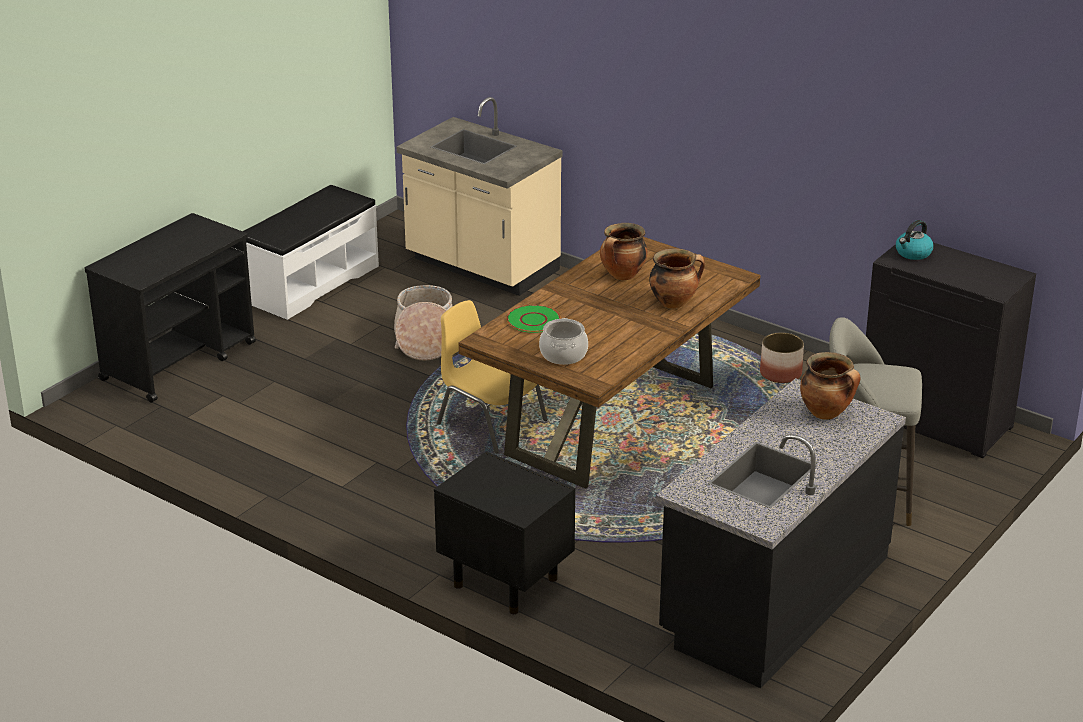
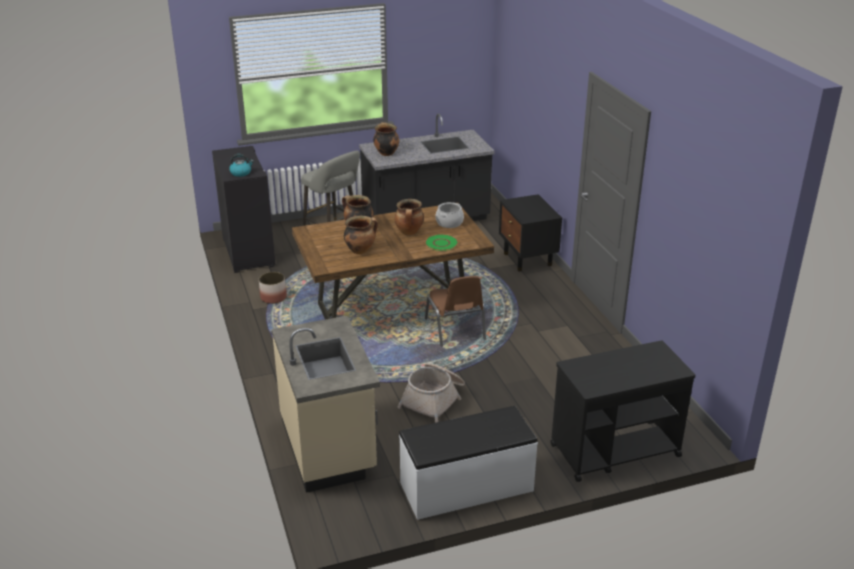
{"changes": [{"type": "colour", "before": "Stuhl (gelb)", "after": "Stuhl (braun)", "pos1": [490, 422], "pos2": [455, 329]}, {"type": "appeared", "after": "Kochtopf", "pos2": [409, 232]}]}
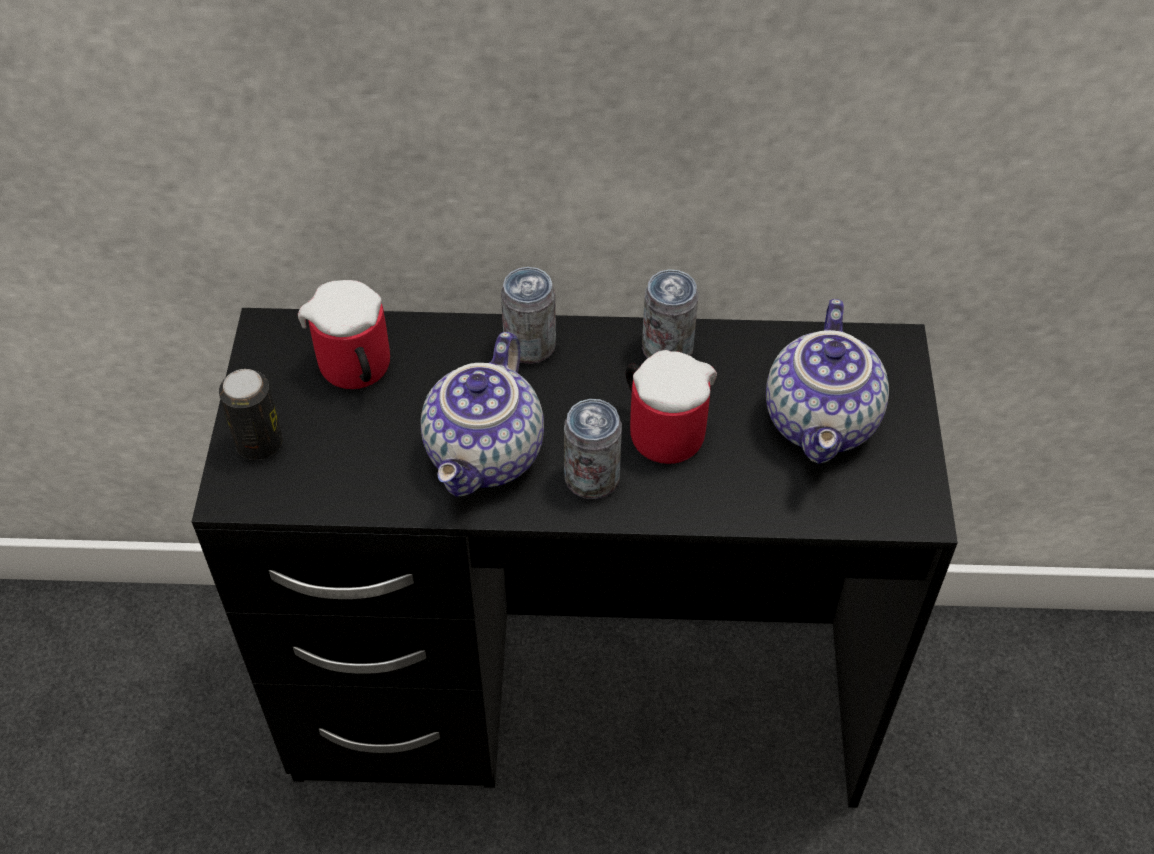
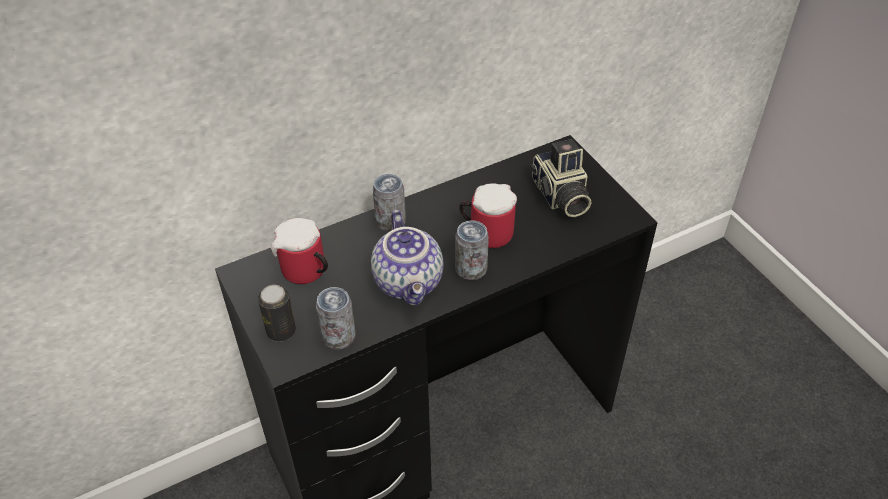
{"changes": [{"type": "relocated", "before": "Dose", "pos1": [667, 349], "pos2": [338, 337]}, {"type": "exchanged", "before": "Teekanne", "after": "Kamera", "pos1": [823, 423], "pos2": [559, 196]}]}
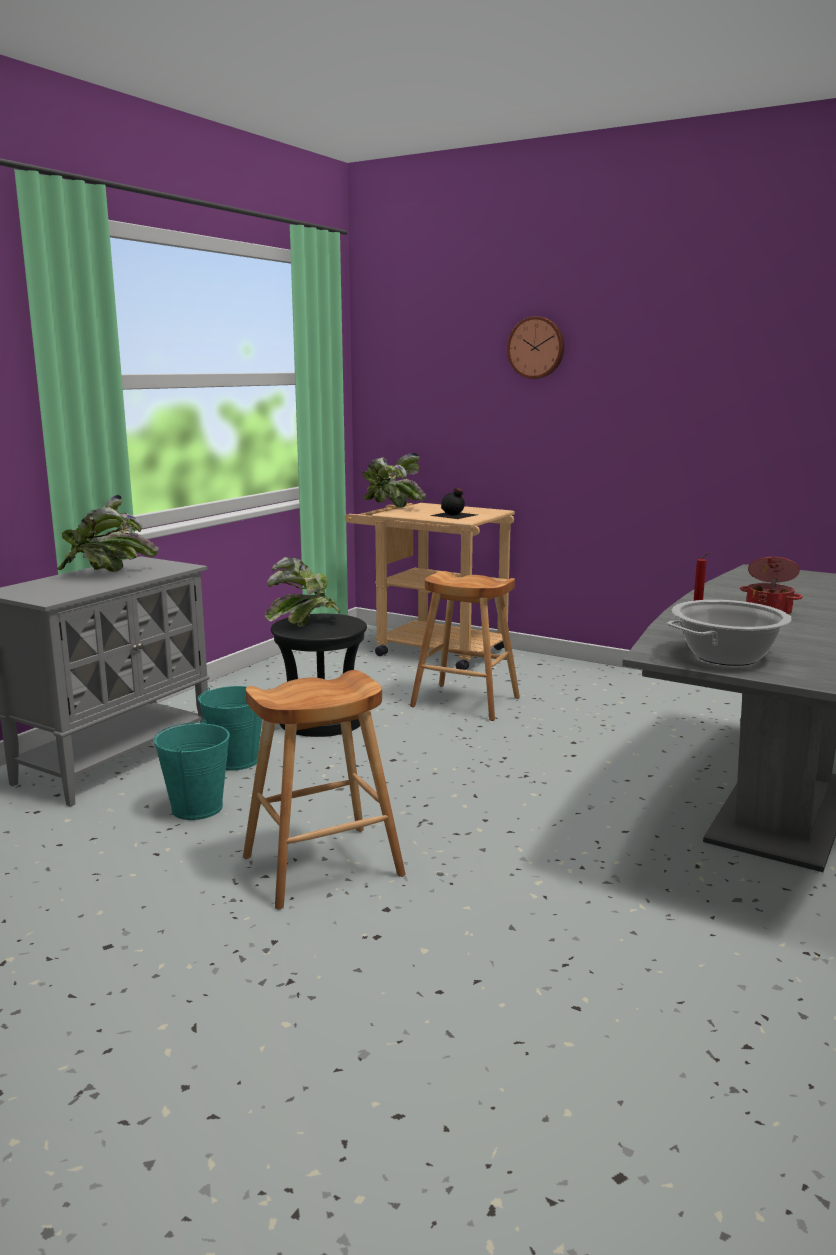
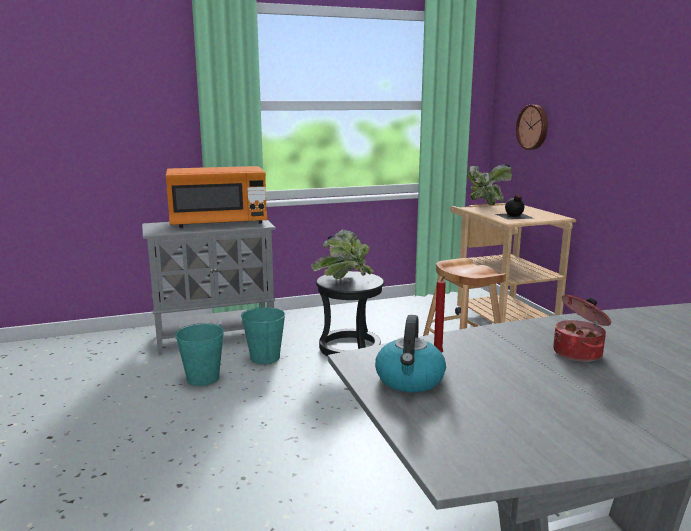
{"changes": [{"type": "relocated", "before": "Wanduhr", "pos1": [536, 347], "pos2": [533, 127]}, {"type": "exchanged", "before": "Topfpflanze", "after": "Mikrowelle (orange)", "pos1": [108, 574], "pos2": [218, 223]}, {"type": "exchanged", "before": "Kochtopf", "after": "Wasserkessel", "pos1": [726, 656], "pos2": [410, 380]}, {"type": "missing", "before": "Hocker (braun)", "pos1": [323, 866]}]}
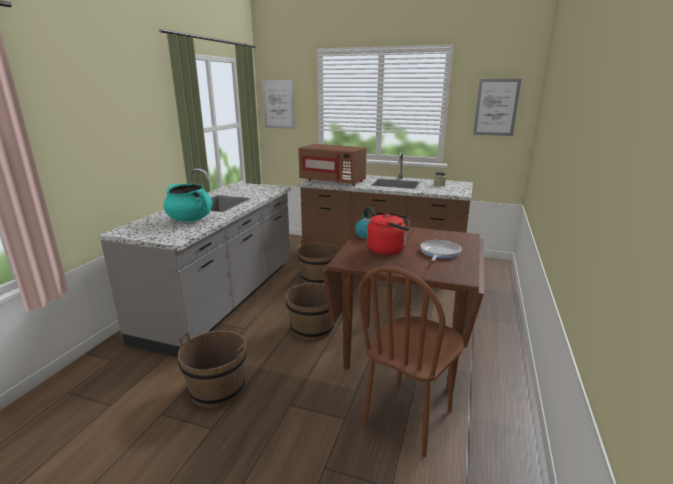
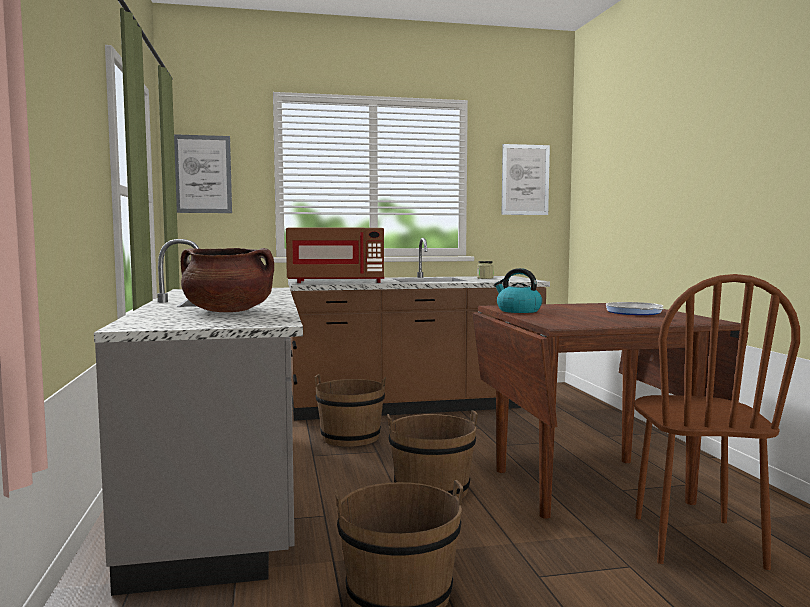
{"changes": [{"type": "colour", "before": "Kochtopf (türkis)", "after": "Kochtopf (braun)", "pos1": [190, 219], "pos2": [228, 311]}, {"type": "missing", "before": "Wasserkessel (rot)", "pos1": [388, 250]}]}
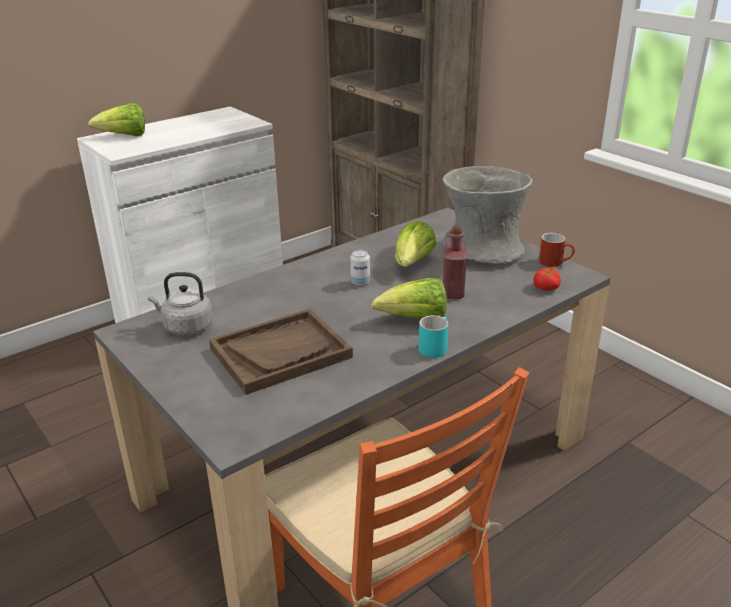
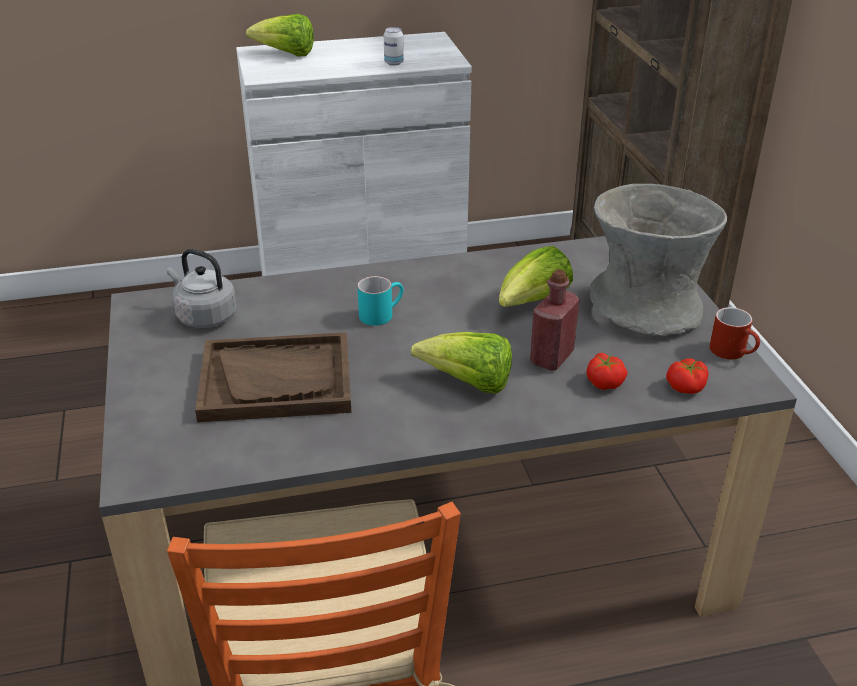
{"changes": [{"type": "relocated", "before": "Dose", "pos1": [360, 282], "pos2": [394, 63]}, {"type": "relocated", "before": "Henkelbecher (türkis)", "pos1": [434, 346], "pos2": [381, 314]}, {"type": "appeared", "after": "Tomate", "pos2": [605, 382]}]}
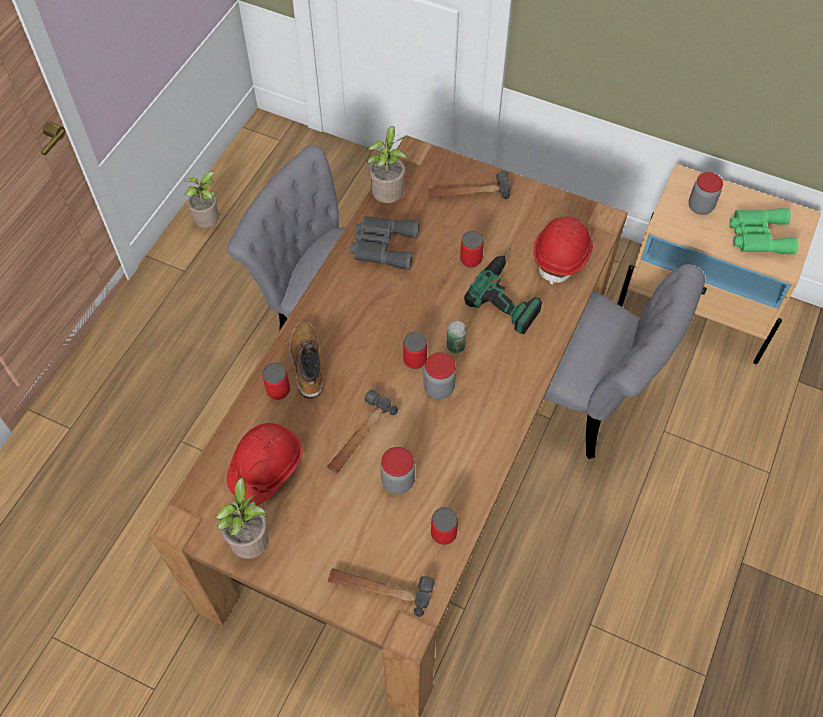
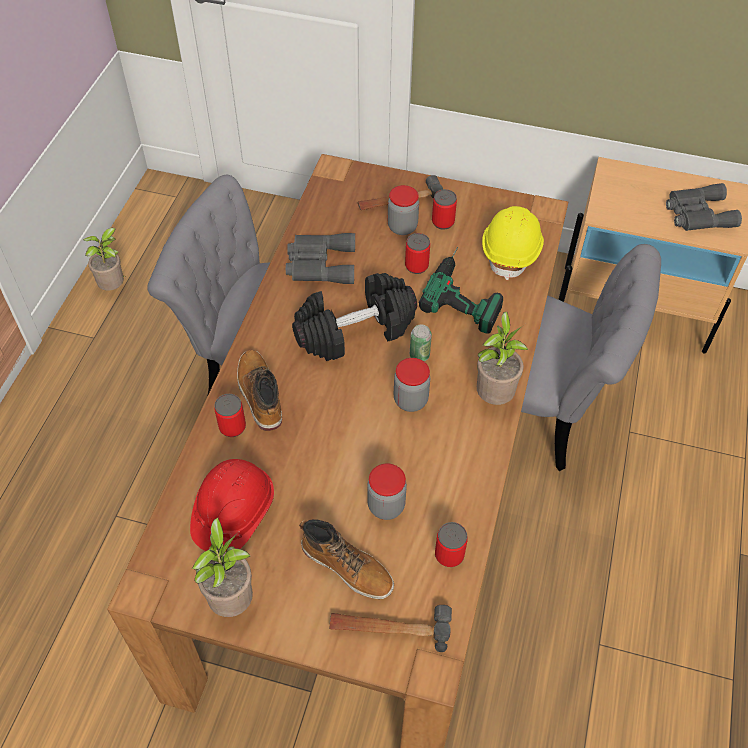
{"changes": [{"type": "relocated", "before": "Topfpflanze", "pos1": [388, 198], "pos2": [494, 396]}, {"type": "relocated", "before": "Vorratsglas", "pos1": [700, 207], "pos2": [402, 227]}, {"type": "colour", "before": "Fernglas (grün)", "after": "Fernglas (grau)", "pos1": [758, 235], "pos2": [697, 214]}, {"type": "colour", "before": "Schutzhelm (rot)", "after": "Schutzhelm (gelb)", "pos1": [562, 256], "pos2": [511, 251]}, {"type": "relocated", "before": "Dose", "pos1": [415, 360], "pos2": [443, 222]}, {"type": "missing", "before": "Hammer", "pos1": [359, 436]}, {"type": "appeared", "after": "Hantel (schwarz)", "pos2": [355, 330]}, {"type": "appeared", "after": "Stiefel", "pos2": [347, 566]}]}
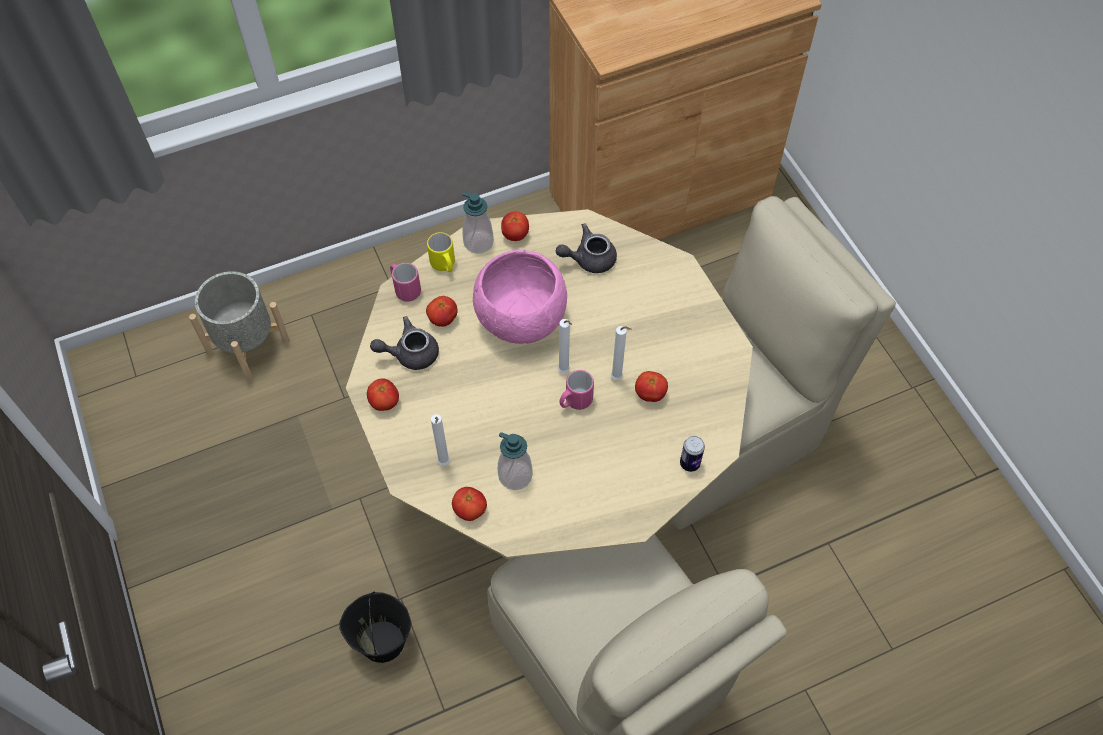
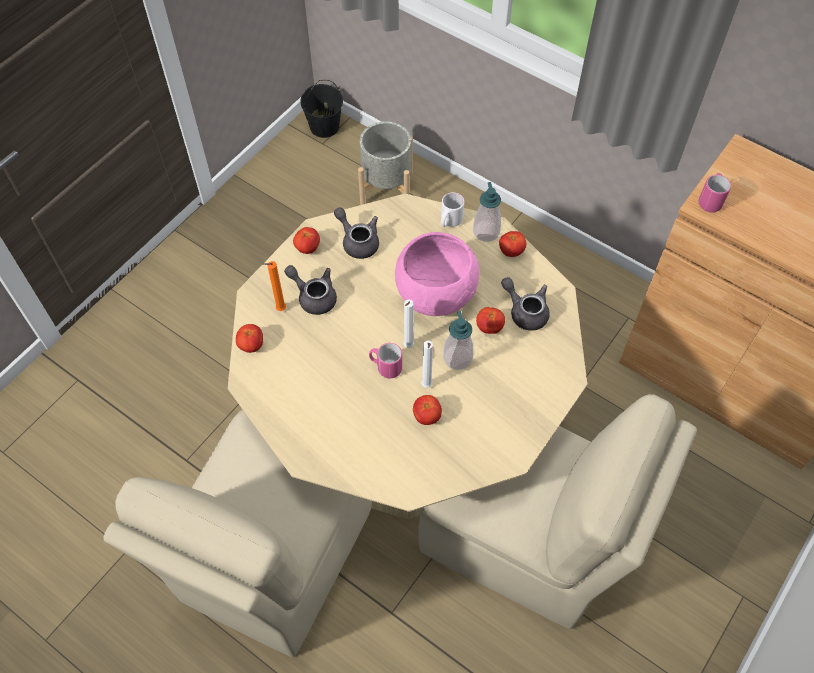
{"changes": [{"type": "colour", "before": "Henkelbecher (gelb)", "after": "Henkelbecher (weiß)", "pos1": [444, 265], "pos2": [449, 222]}, {"type": "relocated", "before": "Henkelbecher (rosa)", "pos1": [405, 289], "pos2": [710, 200]}, {"type": "relocated", "before": "Tomate", "pos1": [443, 319], "pos2": [489, 327]}, {"type": "colour", "before": "Kerze (weiß)", "after": "Kerze (orange)", "pos1": [444, 464], "pos2": [279, 310]}, {"type": "relocated", "before": "Seifenspender", "pos1": [515, 475], "pos2": [457, 358]}, {"type": "missing", "before": "Dose", "pos1": [689, 463]}, {"type": "relocated", "before": "Eimer (schwarz)", "pos1": [382, 641], "pos2": [324, 126]}, {"type": "appeared", "after": "Teekanne (grau)", "pos2": [314, 296]}]}
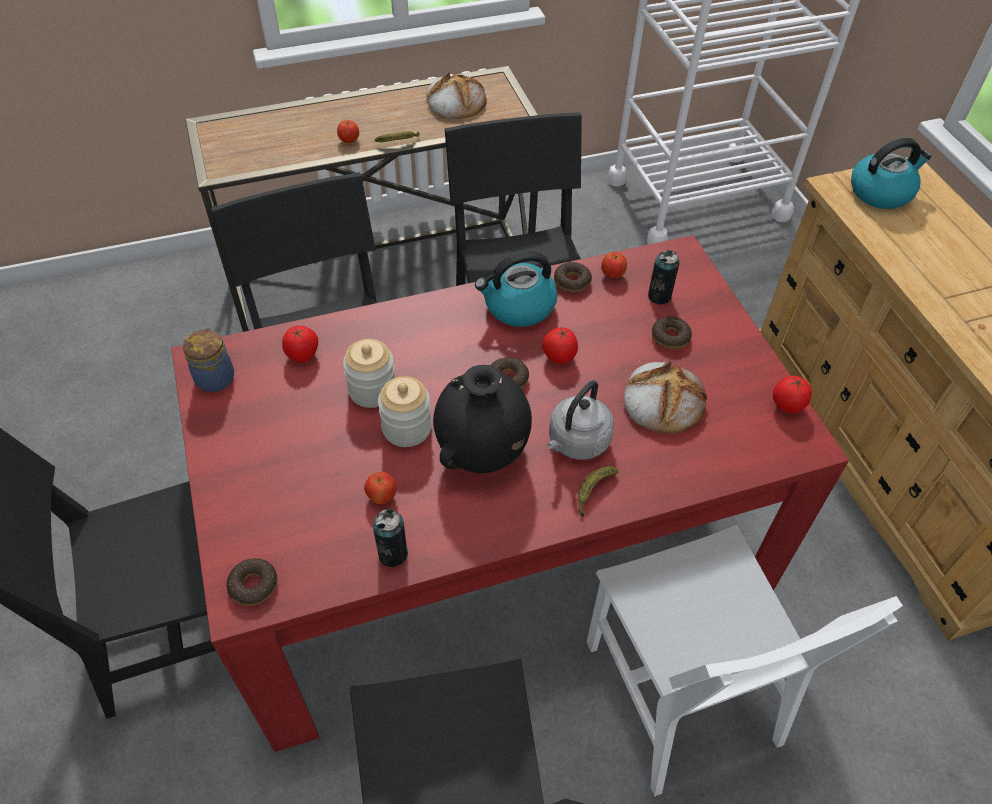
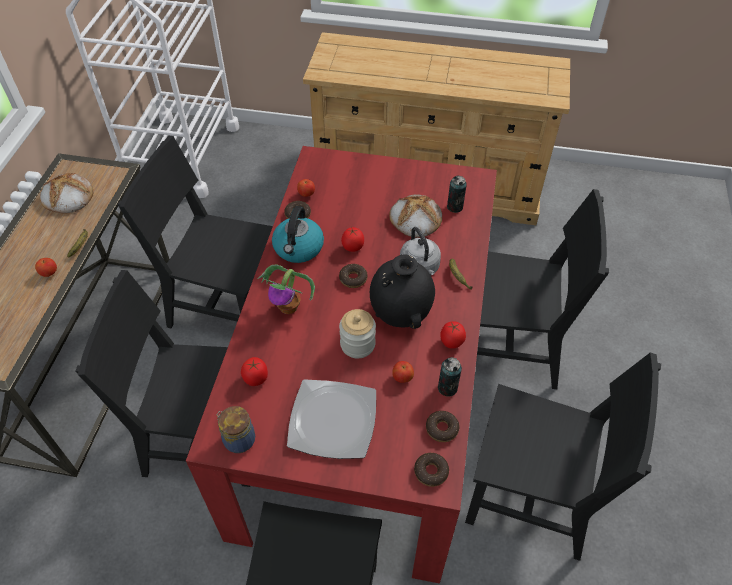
{"changes": [{"type": "missing", "before": "Wasserkessel", "pos1": [881, 192]}, {"type": "relocated", "before": "Dose", "pos1": [659, 296], "pos2": [455, 207]}, {"type": "relocated", "before": "Donut", "pos1": [670, 337], "pos2": [442, 429]}, {"type": "missing", "before": "Vorratsglas", "pos1": [372, 390]}, {"type": "relocated", "before": "Tomate", "pos1": [786, 405], "pos2": [451, 342]}, {"type": "colour", "before": "Stuhl (weiß)", "after": "Stuhl (schwarz)", "pos1": [681, 692], "pos2": [508, 347]}, {"type": "appeared", "after": "Topfpflanze", "pos2": [289, 307]}, {"type": "appeared", "after": "Teller", "pos2": [333, 421]}]}
